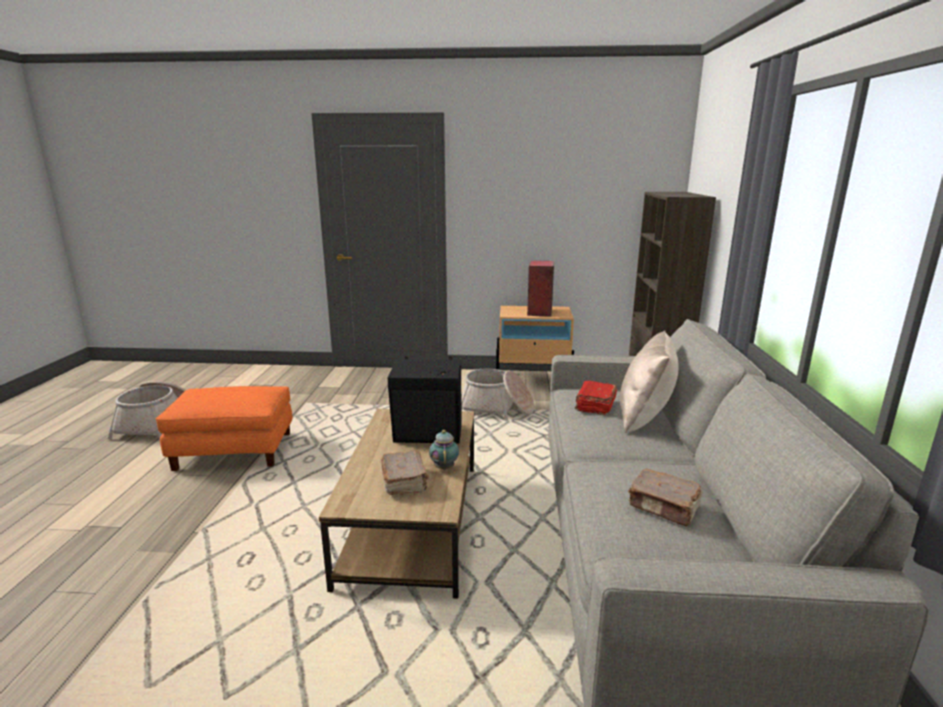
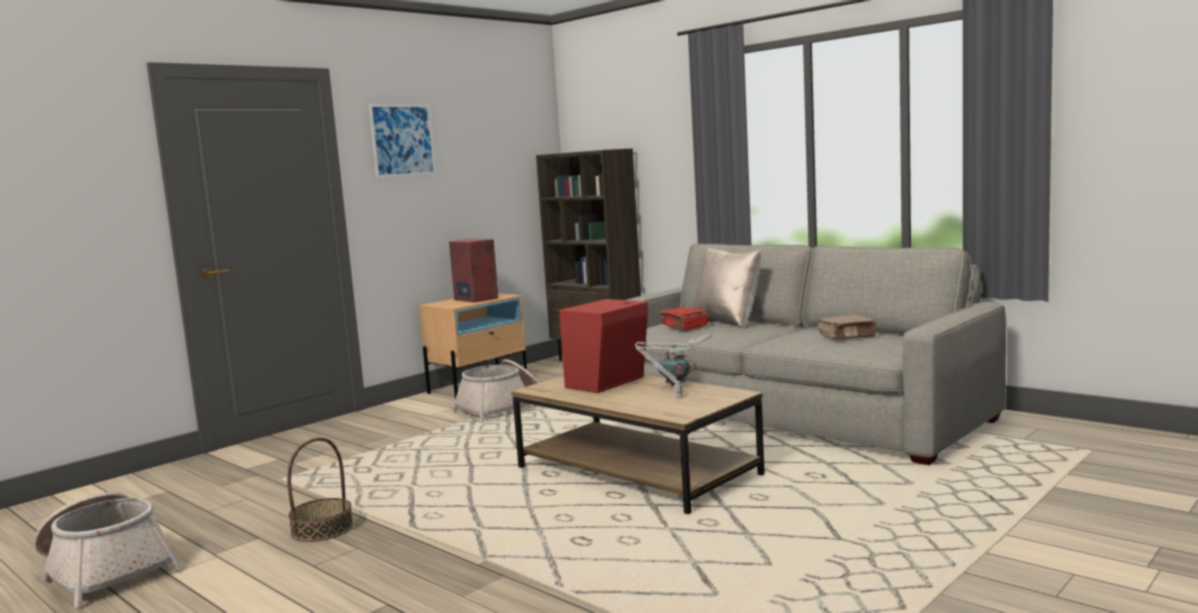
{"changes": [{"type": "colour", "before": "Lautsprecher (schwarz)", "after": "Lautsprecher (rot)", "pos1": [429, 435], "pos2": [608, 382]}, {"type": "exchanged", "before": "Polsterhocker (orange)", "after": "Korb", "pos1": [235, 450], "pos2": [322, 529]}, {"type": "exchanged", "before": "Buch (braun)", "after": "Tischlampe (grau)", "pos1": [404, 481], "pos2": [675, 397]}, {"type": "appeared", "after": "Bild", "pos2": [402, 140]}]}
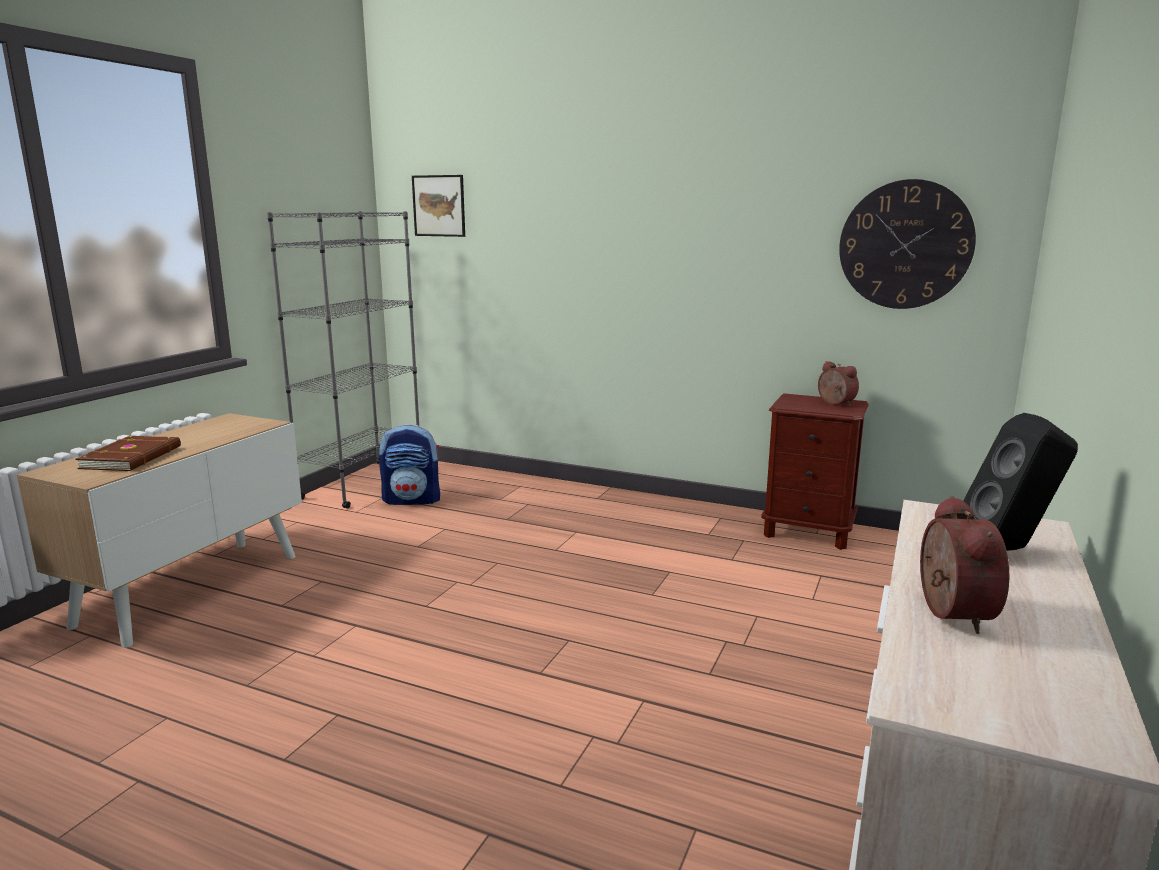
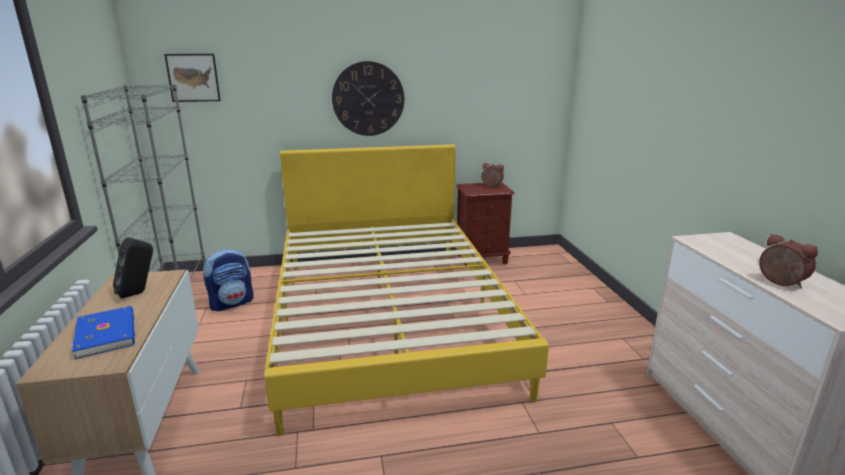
{"changes": [{"type": "relocated", "before": "Wanduhr", "pos1": [905, 245], "pos2": [368, 99]}, {"type": "relocated", "before": "Lautsprecher (schwarz)", "pos1": [1009, 549], "pos2": [139, 293]}, {"type": "colour", "before": "Buch (braun)", "after": "Buch (blau)", "pos1": [133, 457], "pos2": [108, 334]}, {"type": "appeared", "after": "Bett (gelb)", "pos2": [389, 318]}]}
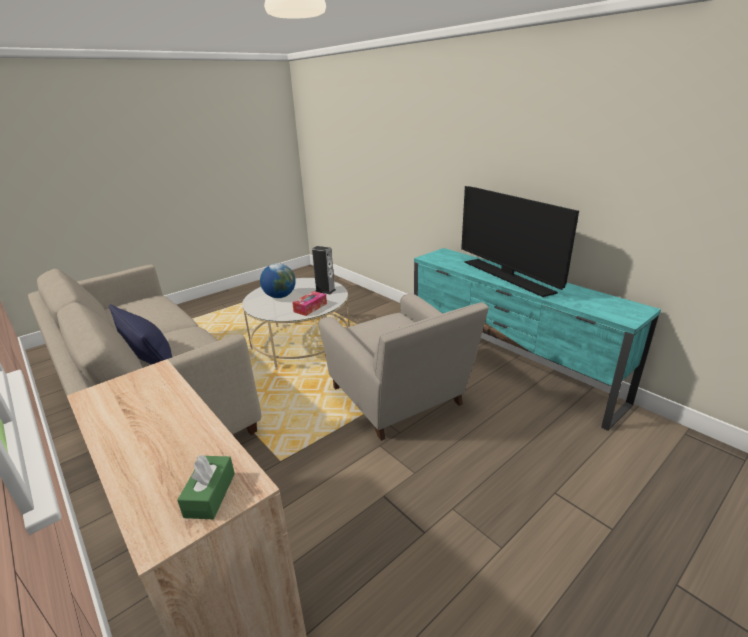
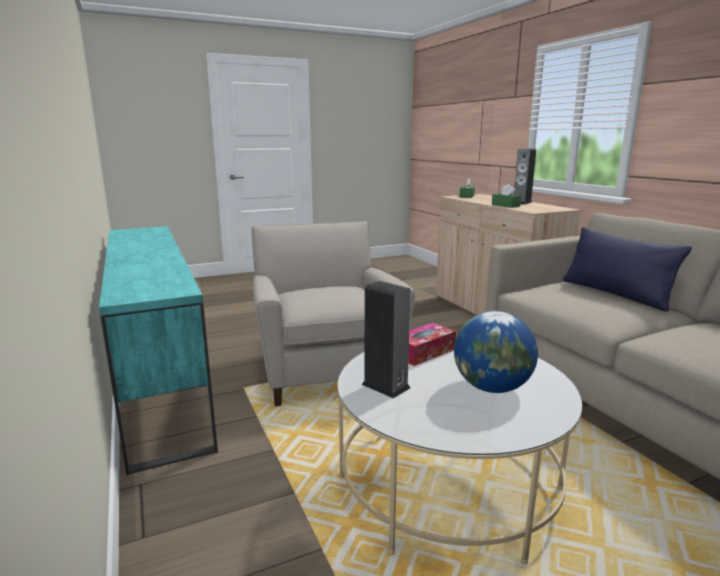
{"changes": [{"type": "missing", "before": "Fernseher", "pos1": [508, 277]}, {"type": "appeared", "after": "Lautsprecher", "pos2": [522, 202]}, {"type": "appeared", "after": "Taschentuchbox (grün)", "pos2": [505, 205]}]}
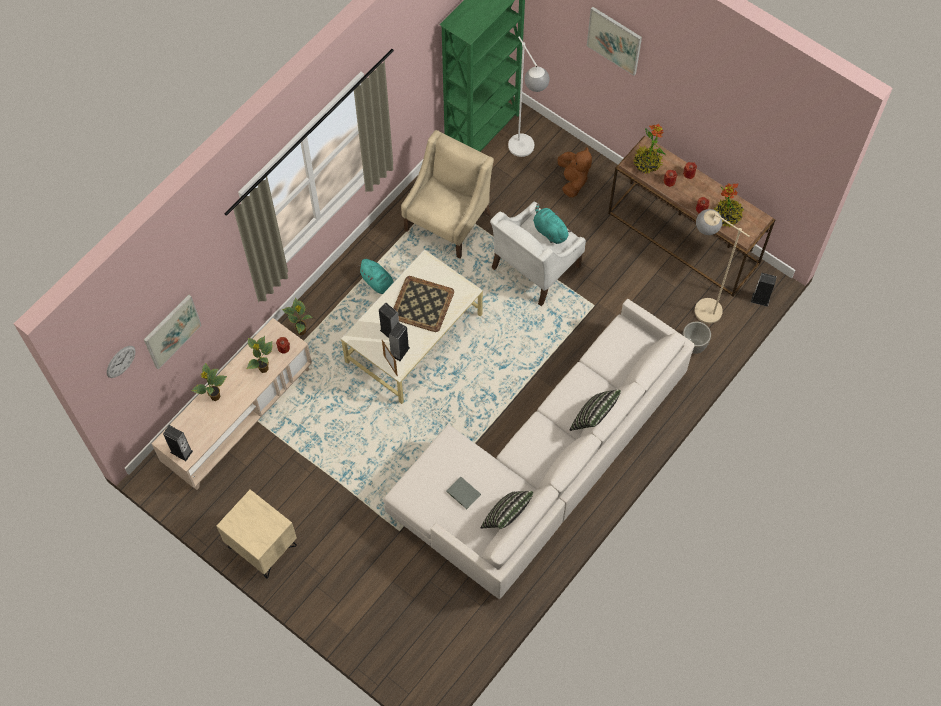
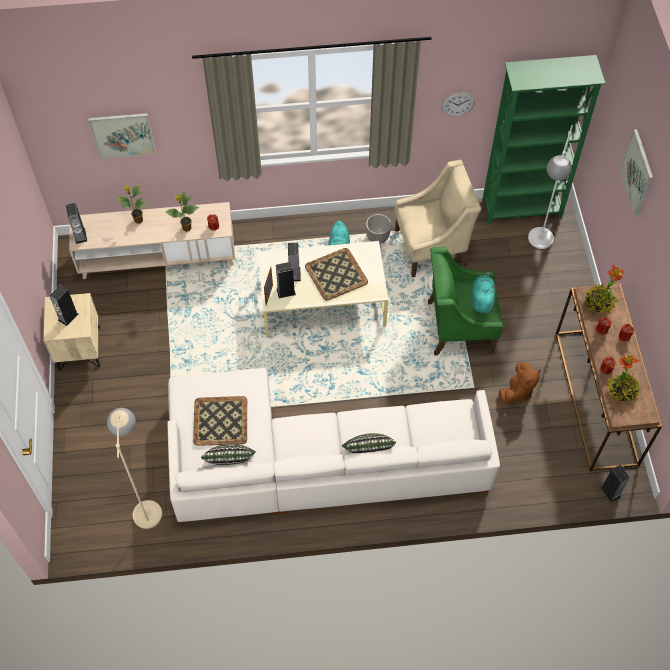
{"changes": [{"type": "relocated", "before": "Plüschtier (braun)", "pos1": [573, 180], "pos2": [517, 391]}, {"type": "colour", "before": "Sessel (weiß)", "after": "Sessel (grün)", "pos1": [535, 267], "pos2": [459, 326]}, {"type": "relocated", "before": "Stehlampe (beige)", "pos1": [699, 305], "pos2": [147, 504]}, {"type": "missing", "before": "Topfpflanze", "pos1": [302, 331]}, {"type": "relocated", "before": "Pflanzkübel", "pos1": [693, 345], "pos2": [377, 238]}, {"type": "relocated", "before": "Wanduhr", "pos1": [120, 361], "pos2": [458, 104]}, {"type": "exchanged", "before": "Buch (grau)", "after": "Tablett", "pos1": [463, 494], "pos2": [220, 421]}, {"type": "appeared", "after": "Lautsprecher", "pos2": [68, 317]}]}
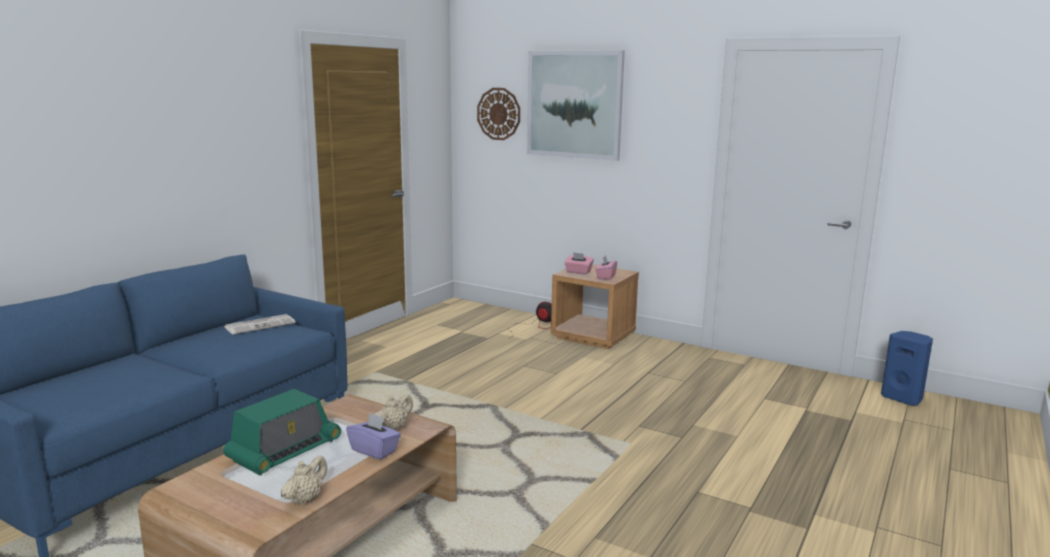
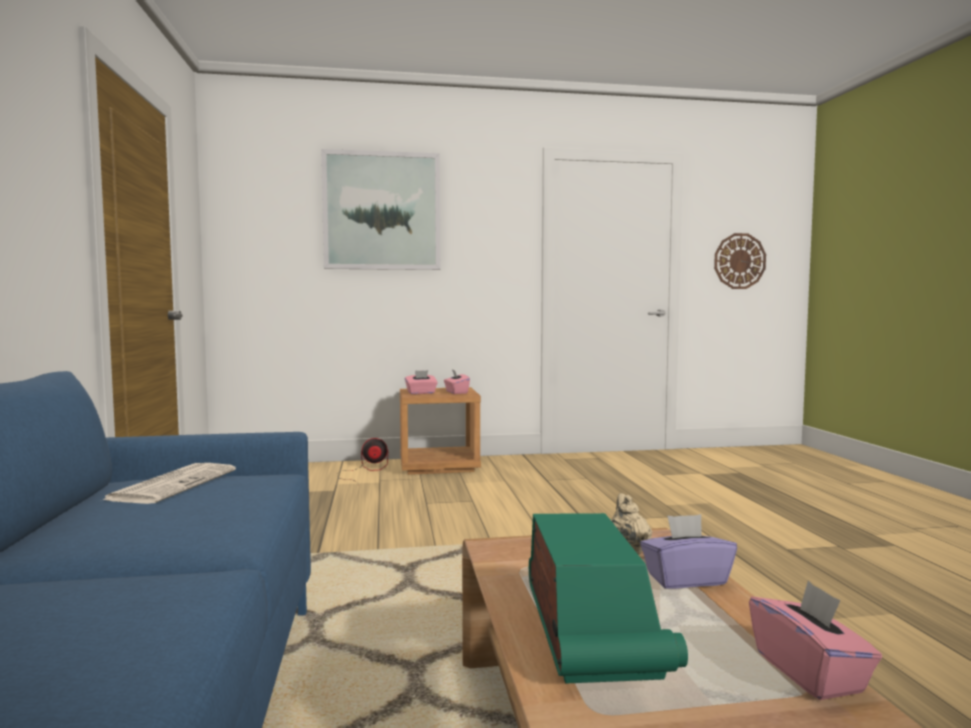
{"changes": [{"type": "relocated", "before": "Wanduhr", "pos1": [499, 114], "pos2": [739, 261]}, {"type": "missing", "before": "Lautsprecher (blau)", "pos1": [903, 398]}, {"type": "exchanged", "before": "Teekanne (beige)", "after": "Taschentuchbox (rosa)", "pos1": [305, 499], "pos2": [809, 672]}]}
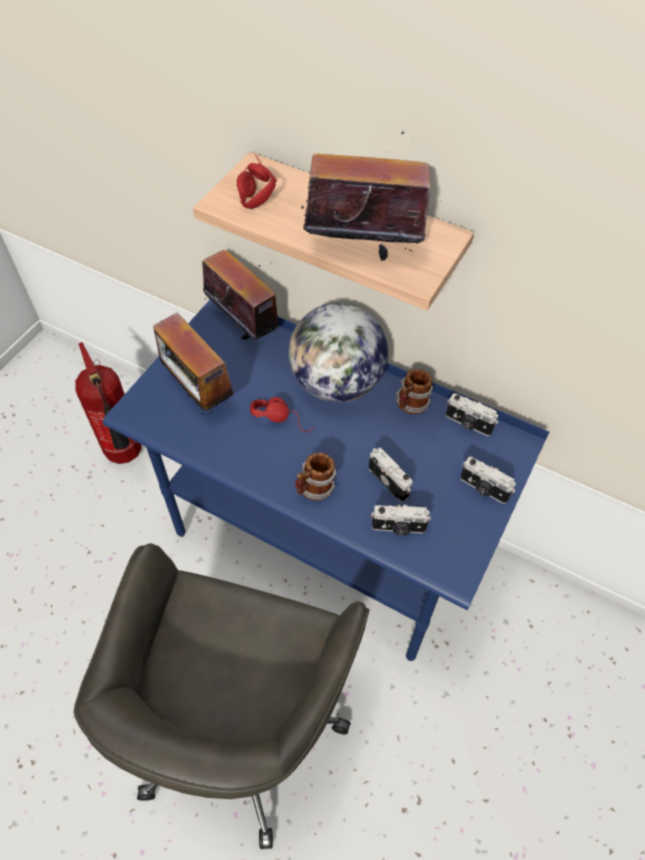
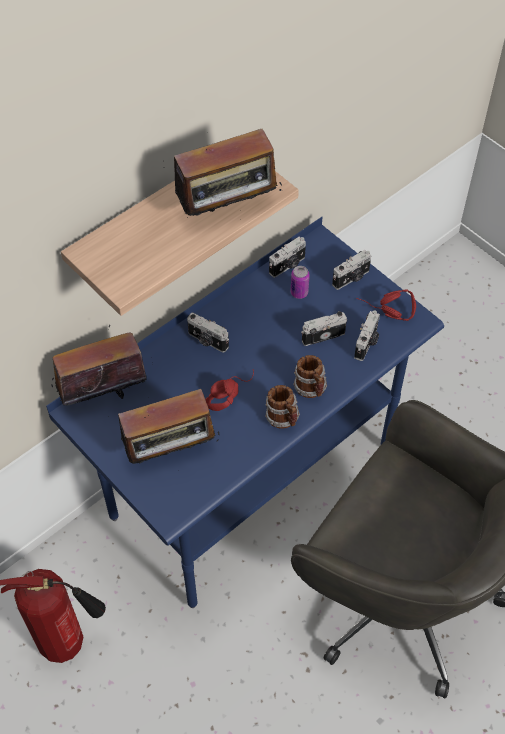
{"changes": [{"type": "spun", "before": "Radio", "pos1": [361, 250], "pos2": [228, 211], "turn": -135}, {"type": "relocated", "before": "Kopfhörer (rot)", "pos1": [251, 188], "pos2": [385, 312]}, {"type": "exchanged", "before": "Globus", "after": "Kamera", "pos1": [337, 383], "pos2": [207, 341]}, {"type": "relocated", "before": "Henkelbecher", "pos1": [411, 405], "pos2": [283, 418]}, {"type": "appeared", "after": "Dose", "pos2": [299, 293]}]}
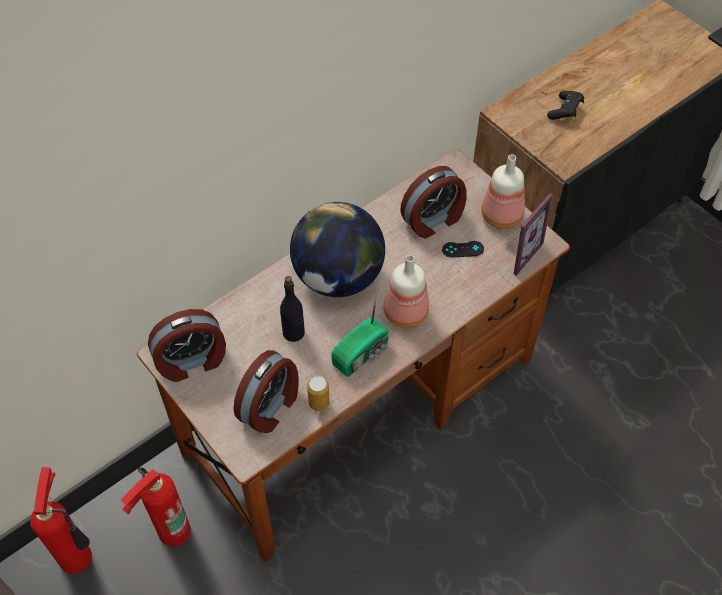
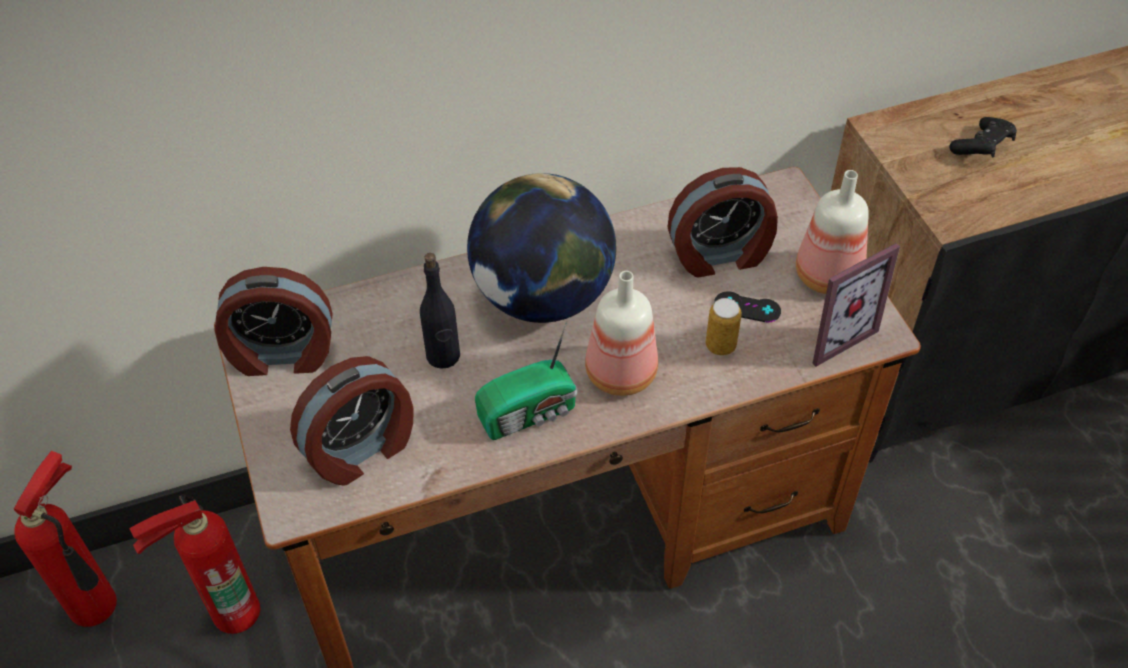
{"changes": [{"type": "relocated", "before": "Dose", "pos1": [319, 402], "pos2": [720, 345]}]}
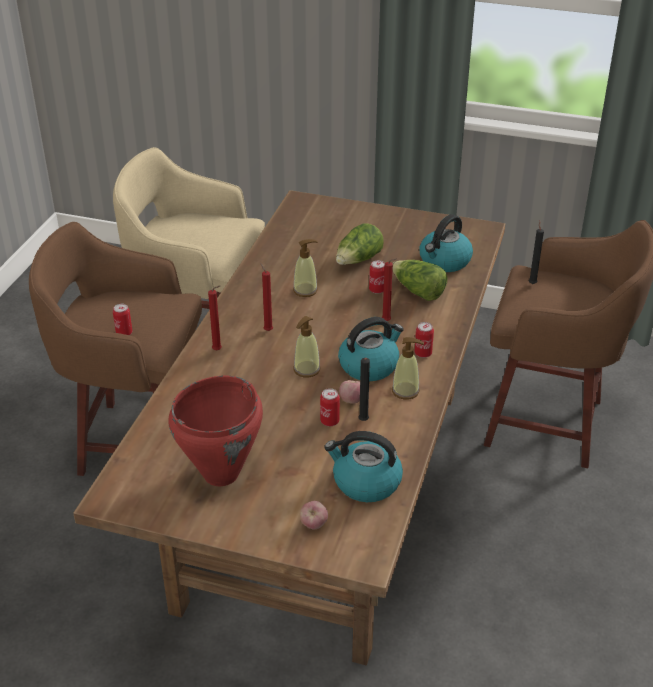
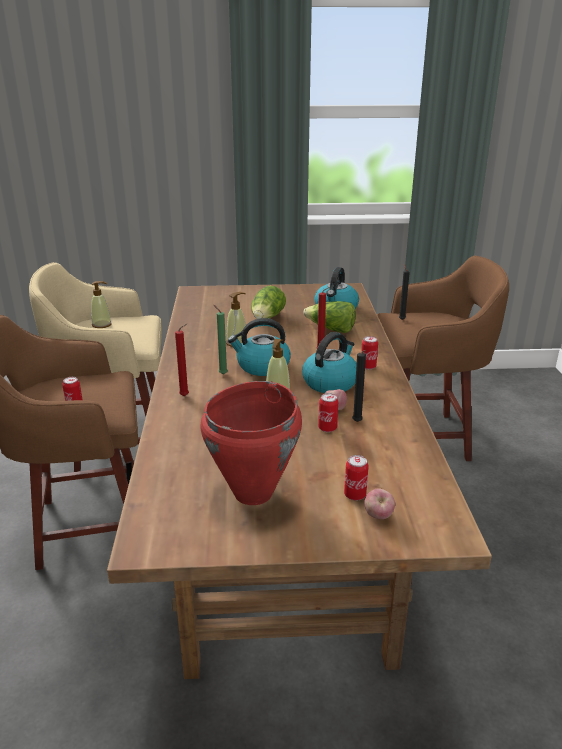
{"changes": [{"type": "relocated", "before": "Dose", "pos1": [377, 290], "pos2": [355, 495]}, {"type": "colour", "before": "Kerze (rot)", "after": "Kerze (grün)", "pos1": [267, 330], "pos2": [222, 374]}, {"type": "relocated", "before": "Seifenspender", "pos1": [405, 391], "pos2": [102, 325]}, {"type": "relocated", "before": "Wasserkessel", "pos1": [365, 482], "pos2": [262, 366]}]}
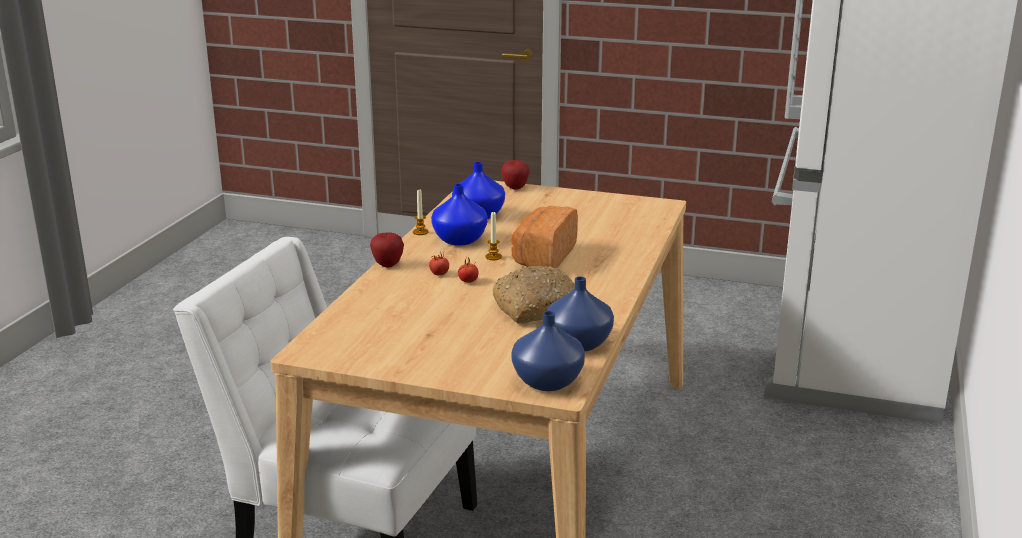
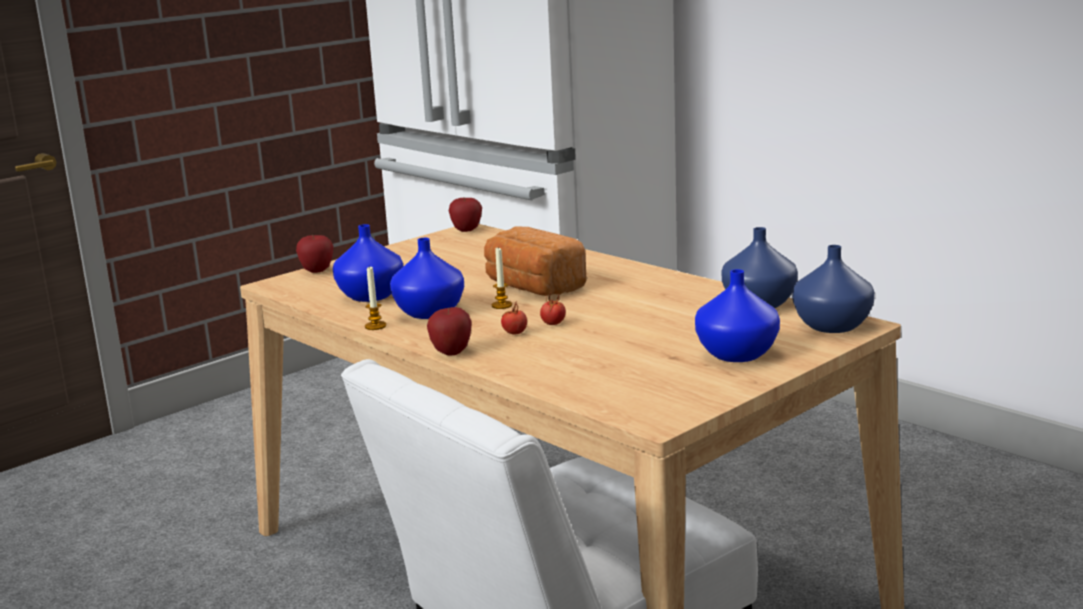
{"changes": [{"type": "missing", "before": "Brot", "pos1": [537, 307]}, {"type": "appeared", "after": "Apfel", "pos2": [466, 230]}, {"type": "appeared", "after": "Vase (blau)", "pos2": [736, 353]}]}
